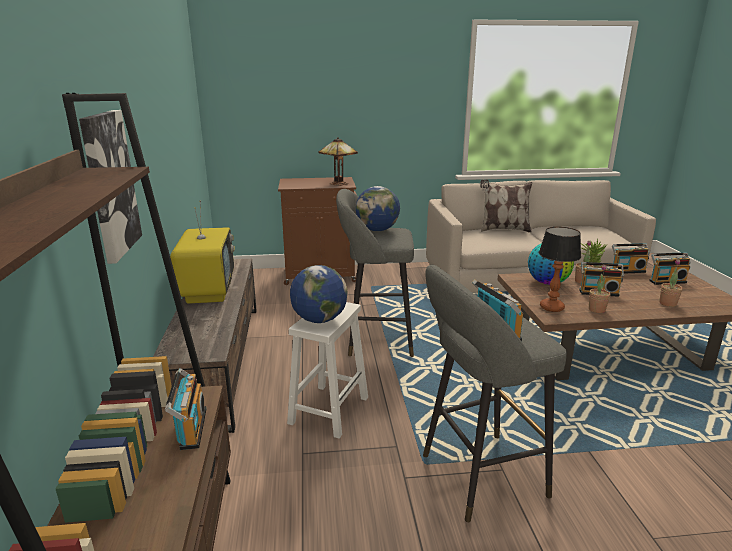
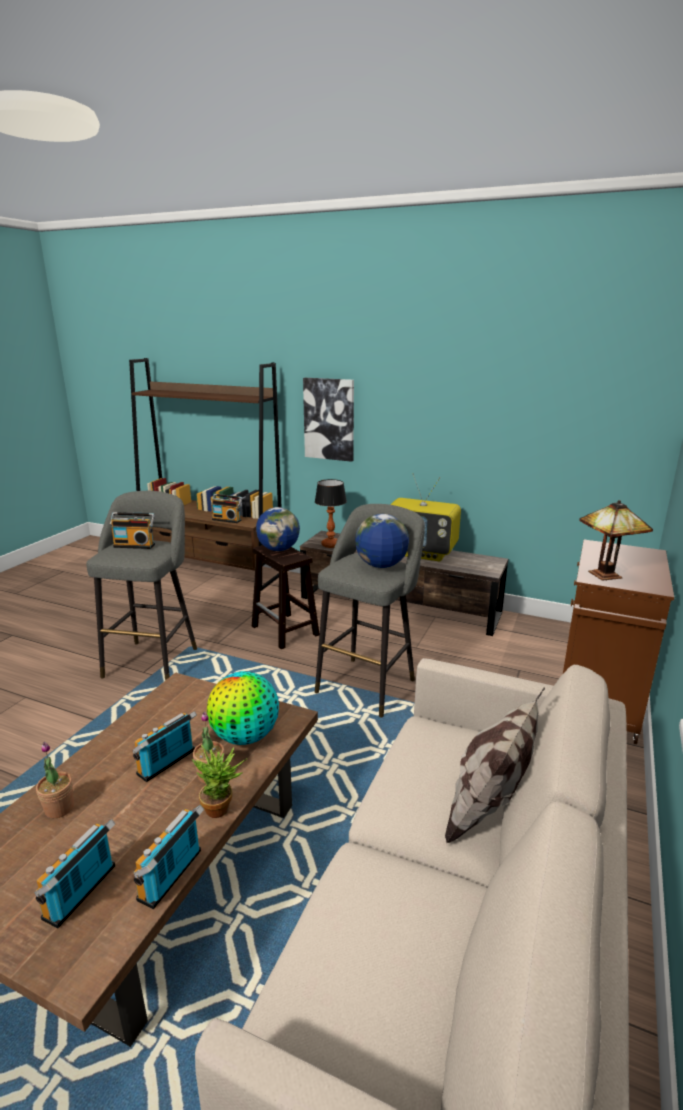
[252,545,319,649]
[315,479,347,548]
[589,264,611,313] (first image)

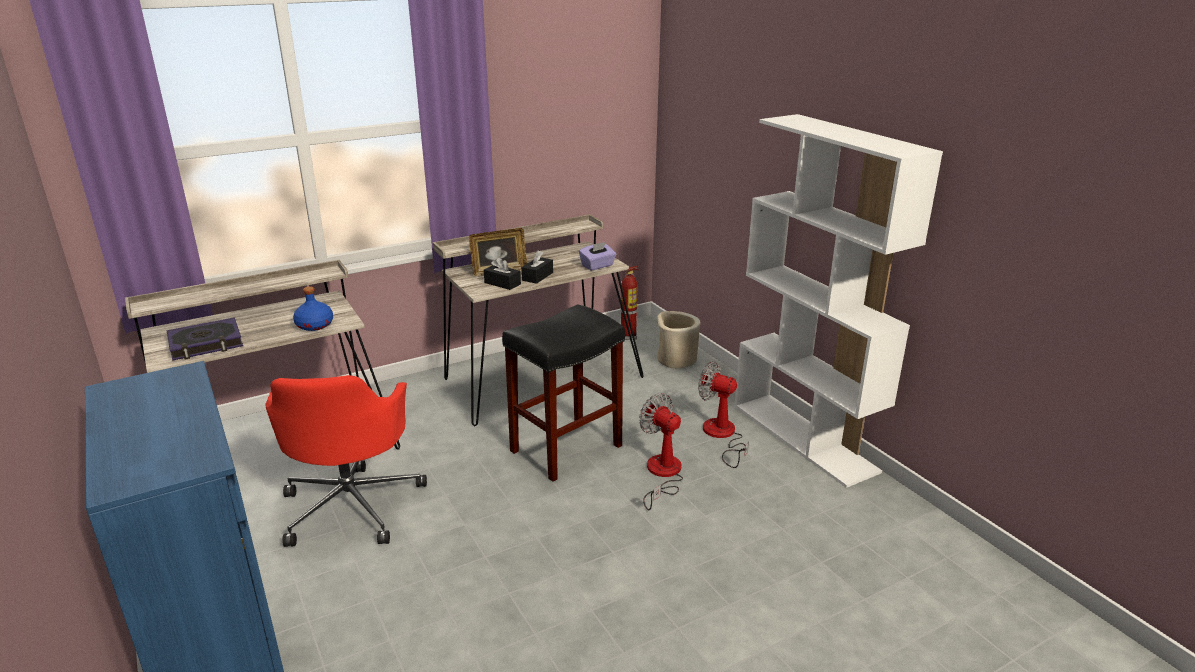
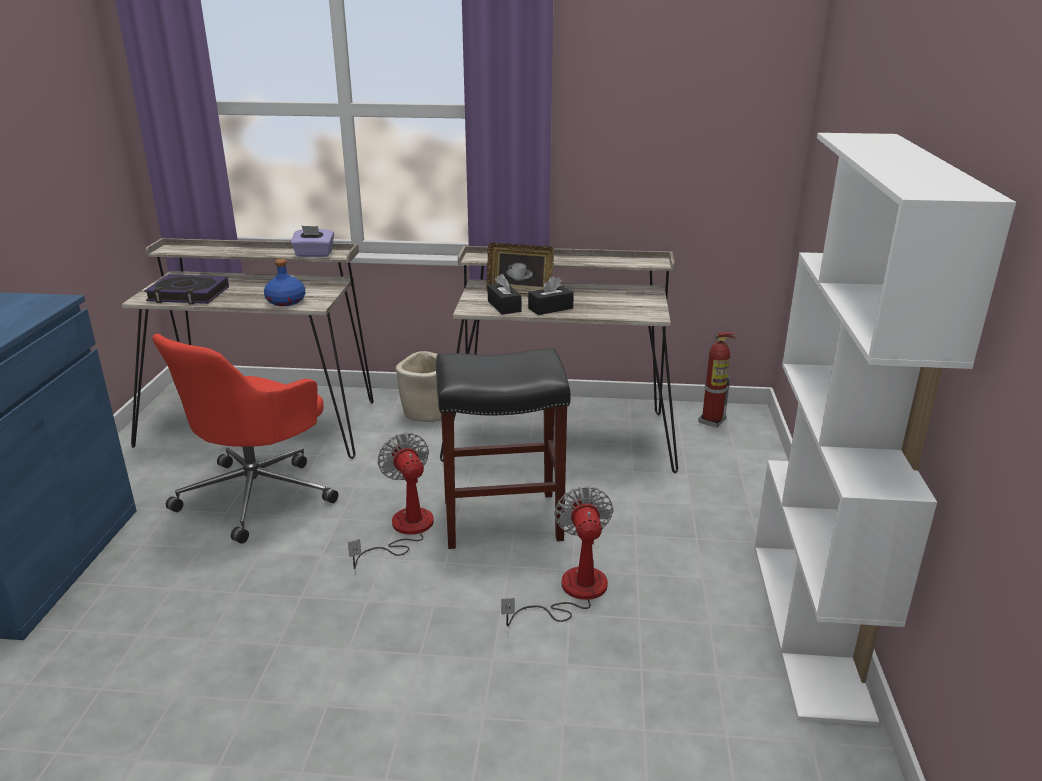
[291,226,334,257]
[348,433,434,569]
[396,351,441,422]

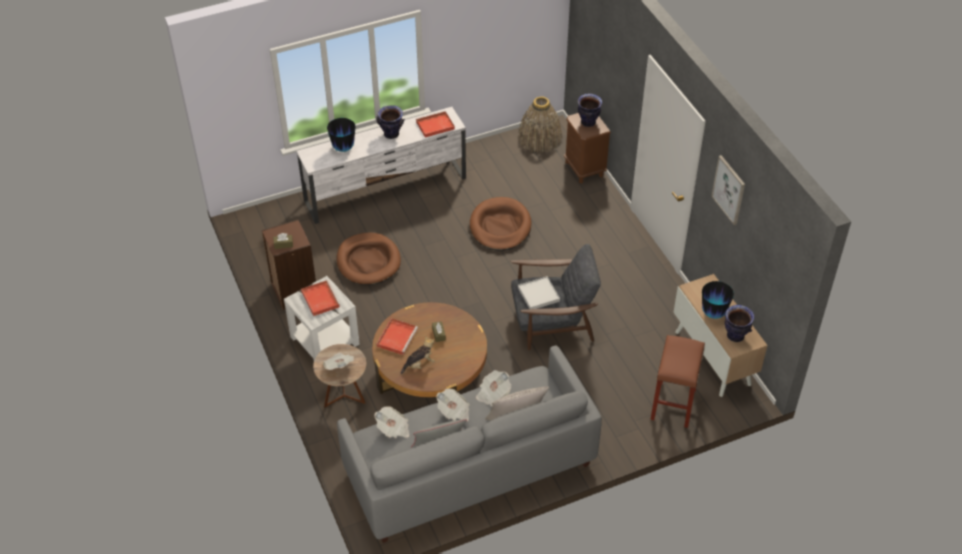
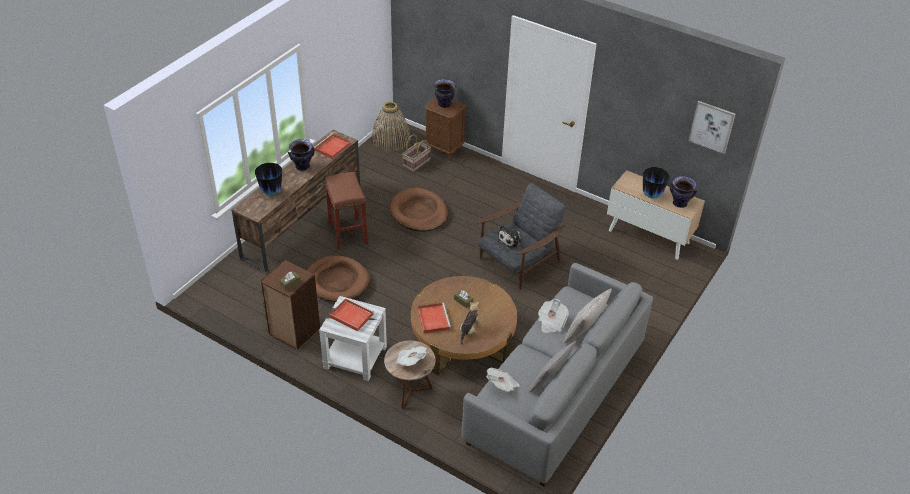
[231,130,360,273]
[325,172,368,250]
[402,134,431,172]
[497,225,522,248]
[689,101,735,154]
[436,389,470,422] (first image)

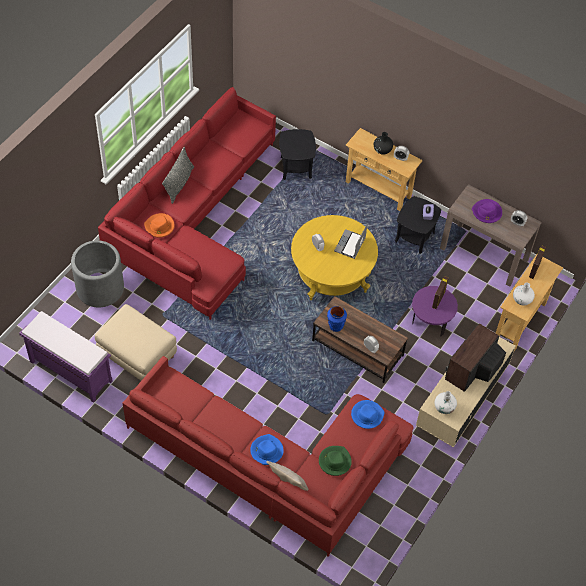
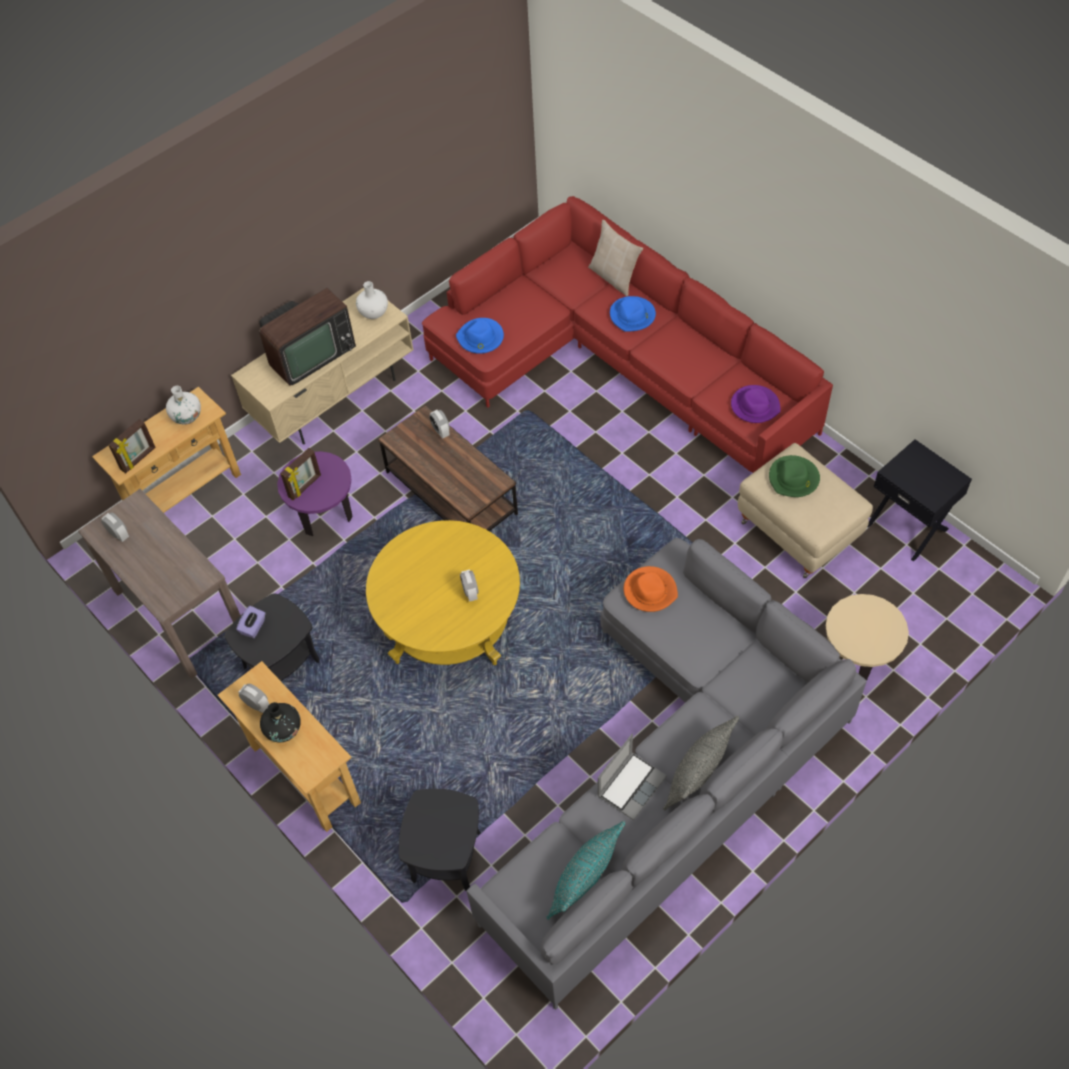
[466,538,867,1010]
[546,821,625,920]
[597,734,667,820]
[624,566,678,612]
[731,385,781,423]
[769,455,820,497]
[826,594,909,680]
[868,439,972,562]
[327,306,347,332] (first image)

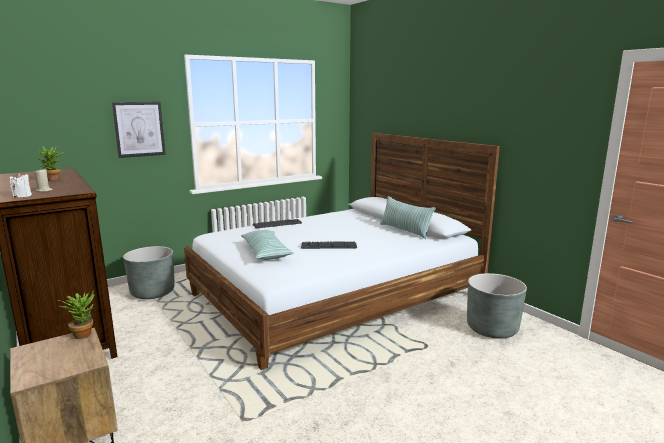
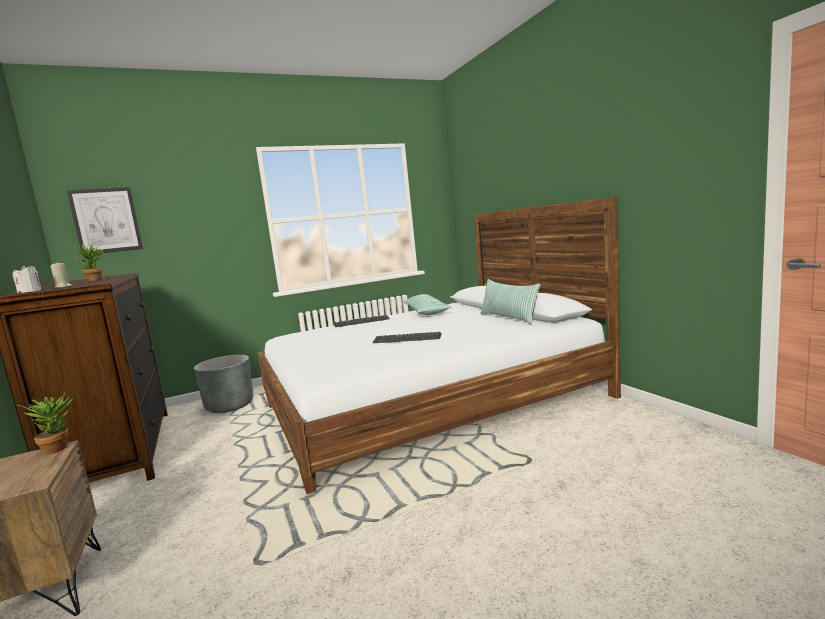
[67,187,143,254]
[403,294,452,315]
[467,273,527,339] (first image)

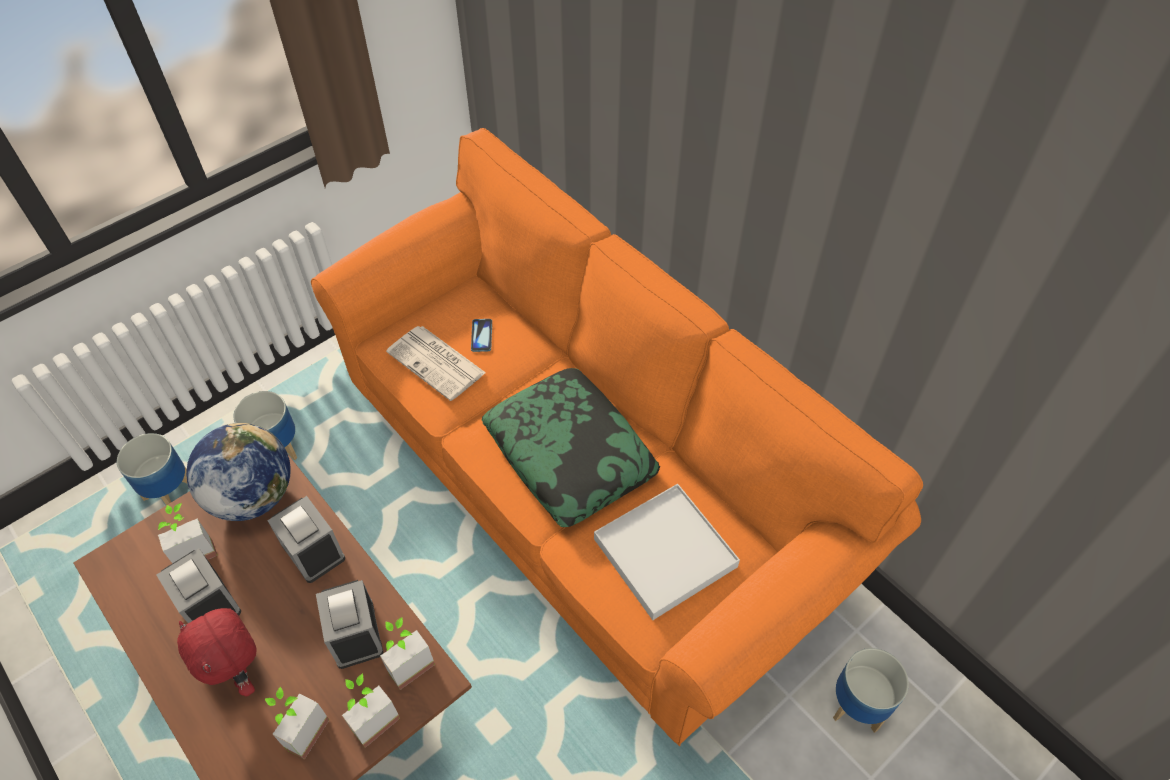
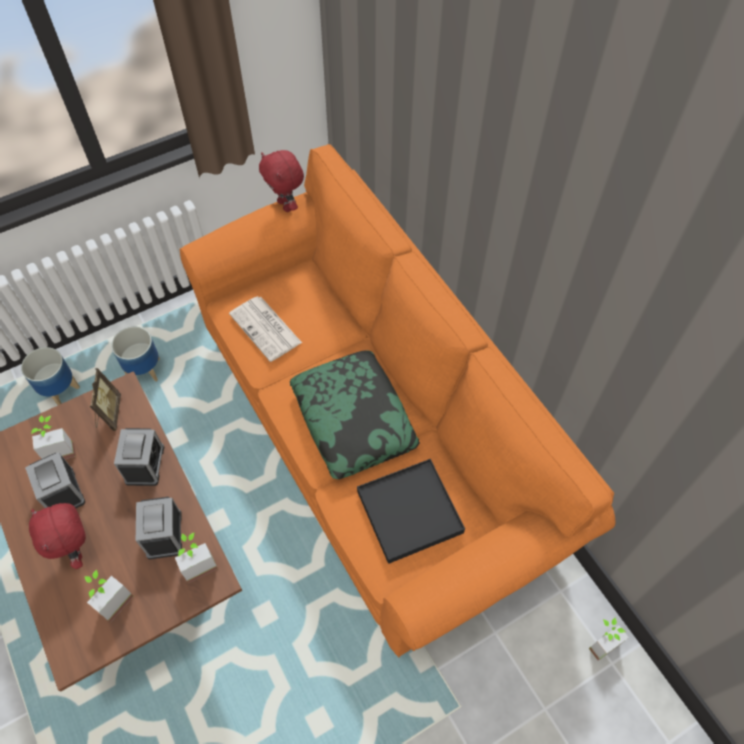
[89,368,121,431]
[114,428,164,486]
[259,150,304,212]
[357,459,465,564]
[589,618,629,661]
[471,319,492,352] (first image)
[833,648,909,733] (first image)

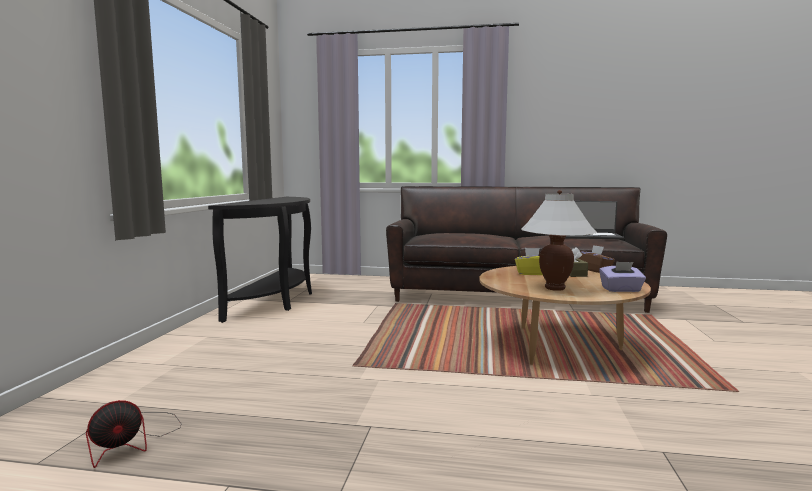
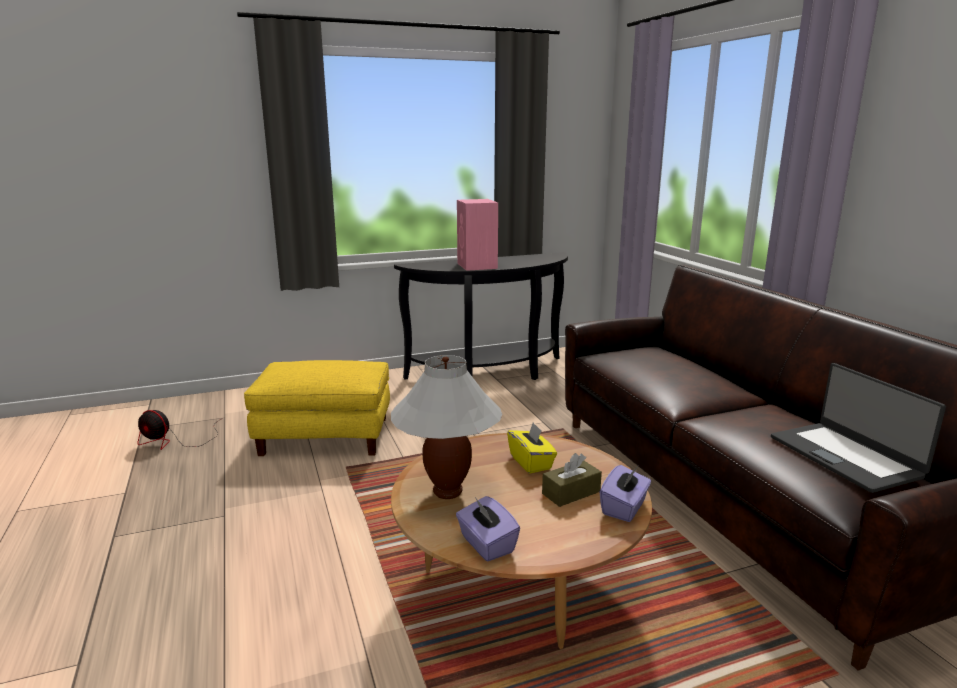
[244,360,390,456]
[457,199,498,271]
[600,465,651,522]

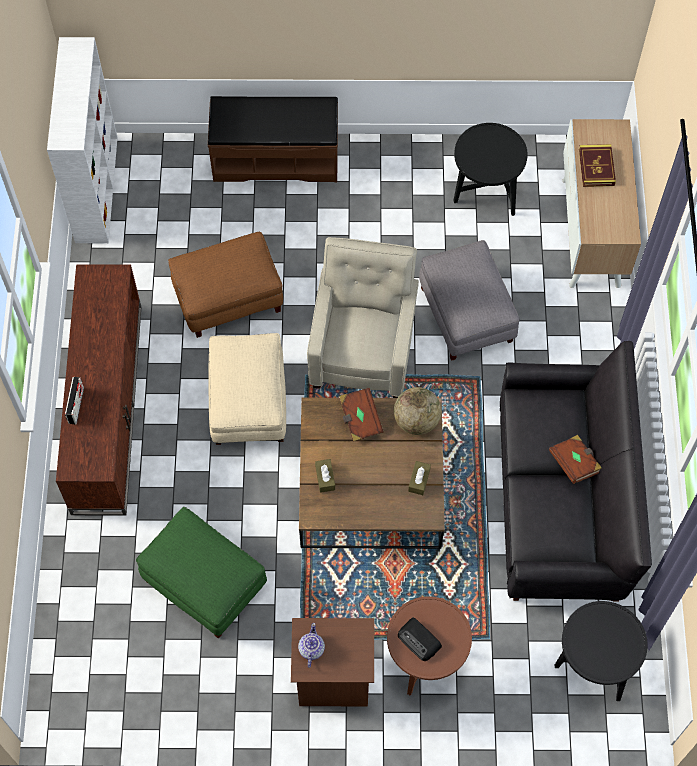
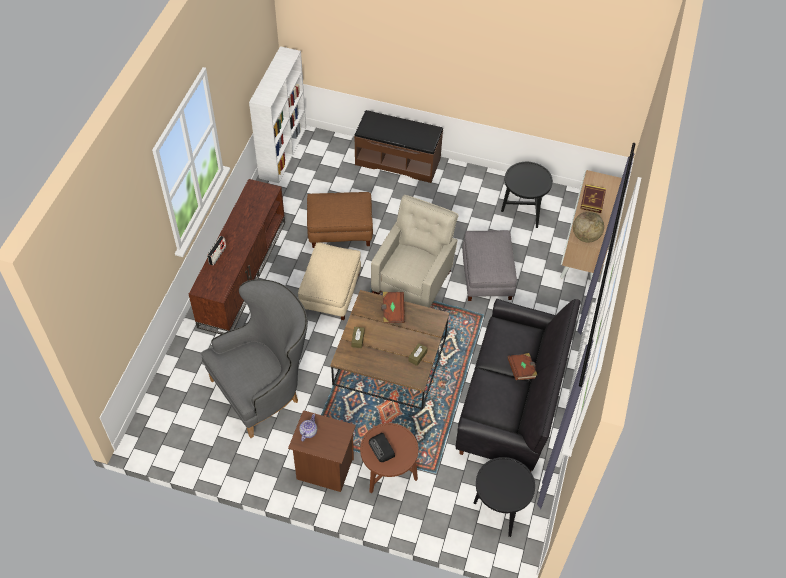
[200,279,308,438]
[573,212,604,243]

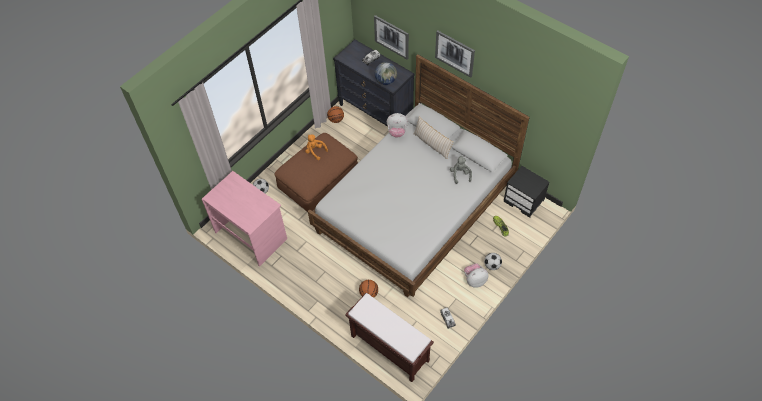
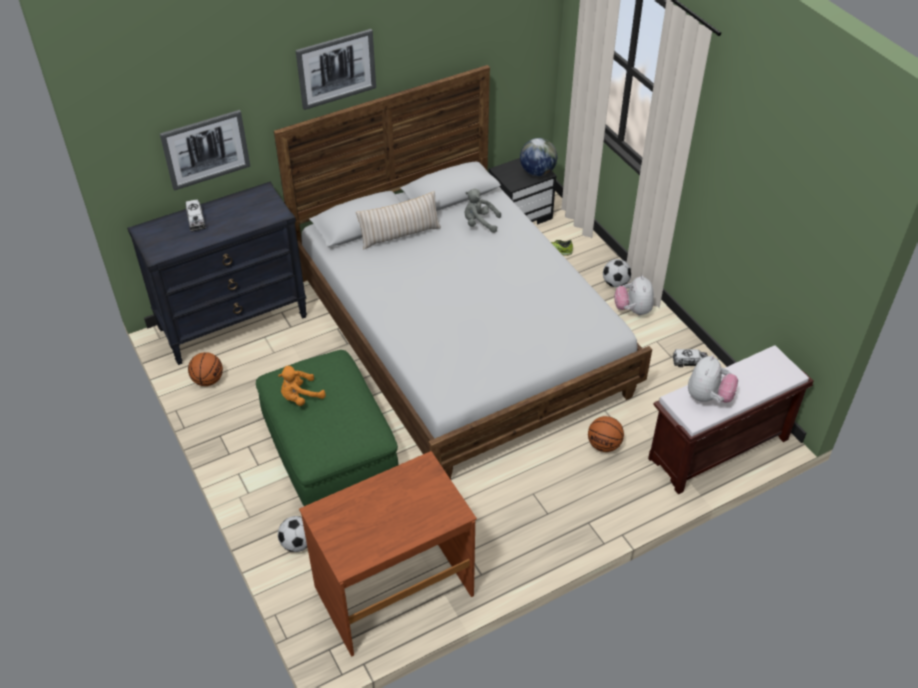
[256,350,399,506]
[299,451,477,656]
[520,138,557,176]
[688,355,738,403]

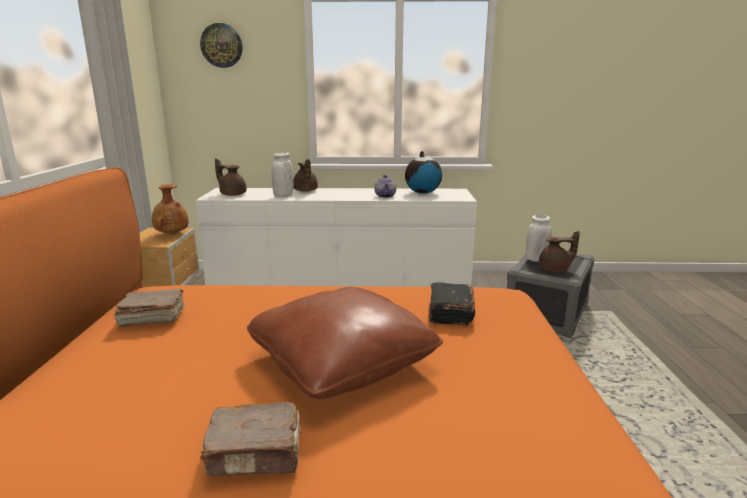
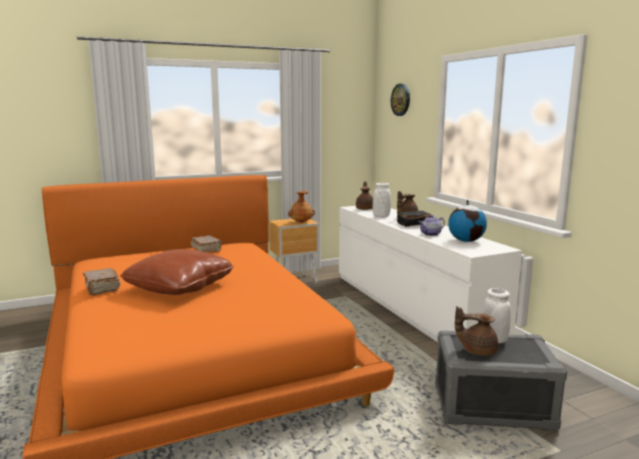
[397,211,432,227]
[455,306,498,356]

